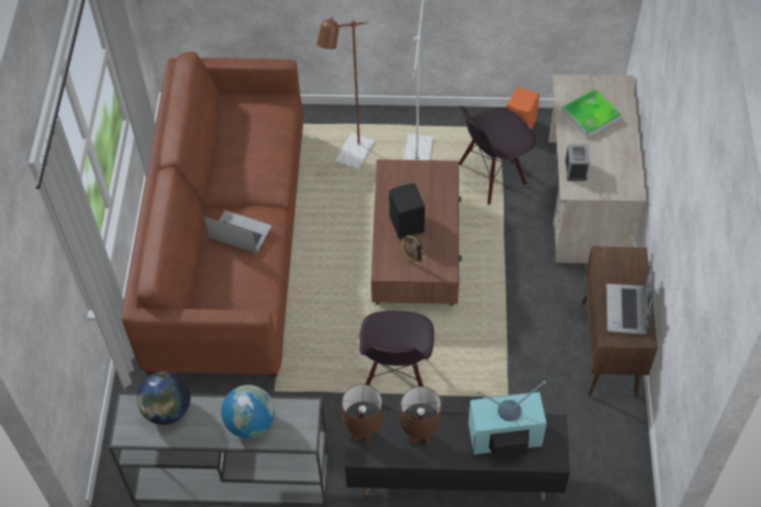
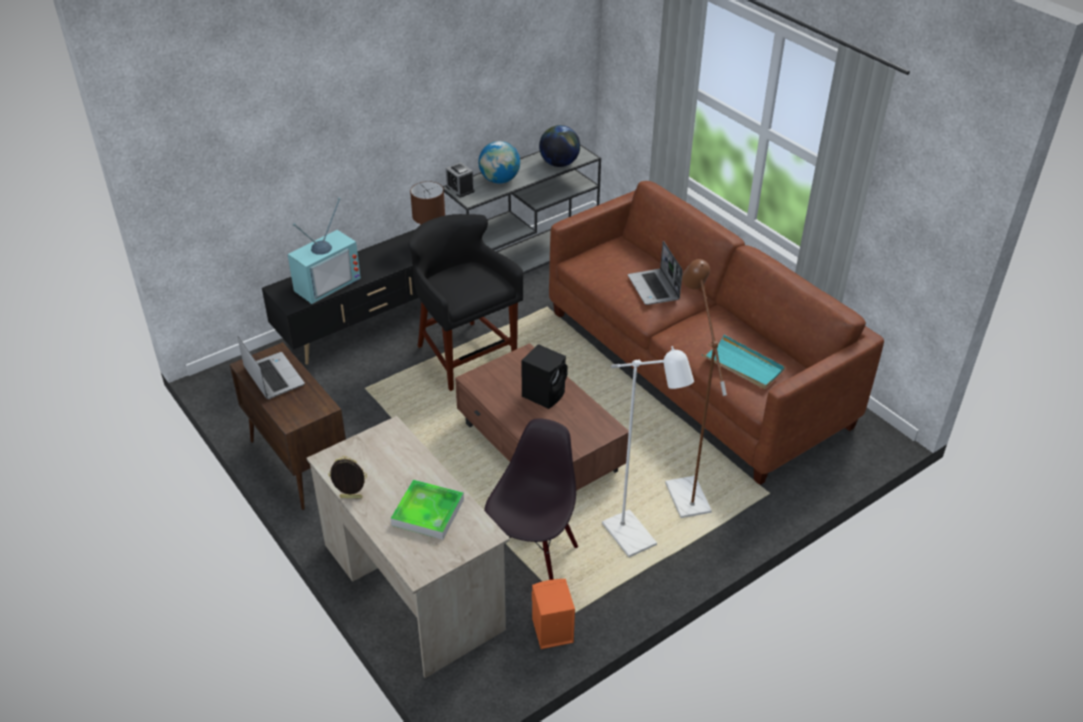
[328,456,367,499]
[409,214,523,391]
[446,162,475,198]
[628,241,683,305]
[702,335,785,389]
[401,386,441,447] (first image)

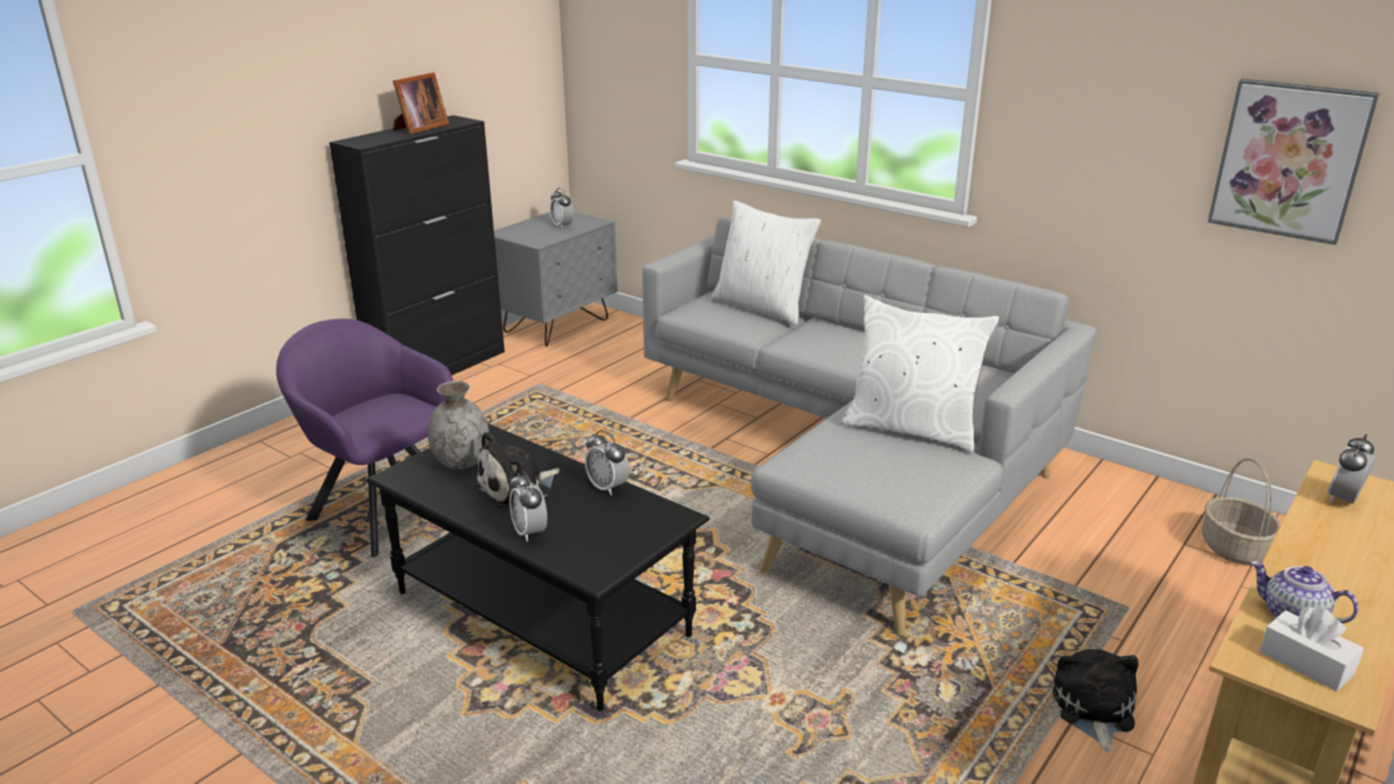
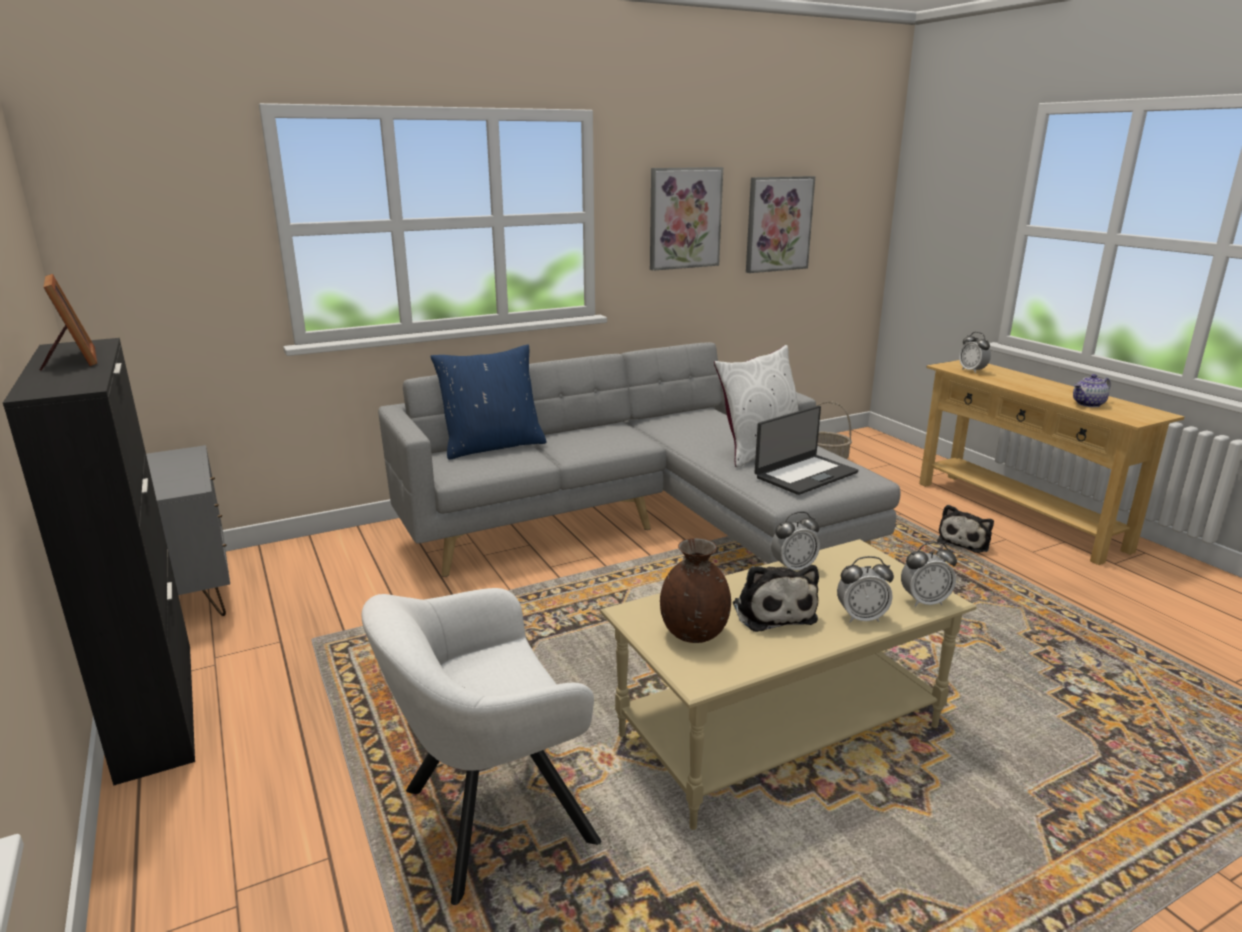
[362,588,601,905]
[430,345,546,460]
[600,539,977,830]
[650,167,723,271]
[660,538,731,643]
[754,406,858,495]
[901,542,957,607]
[937,505,994,553]
[1259,607,1364,691] (first image)

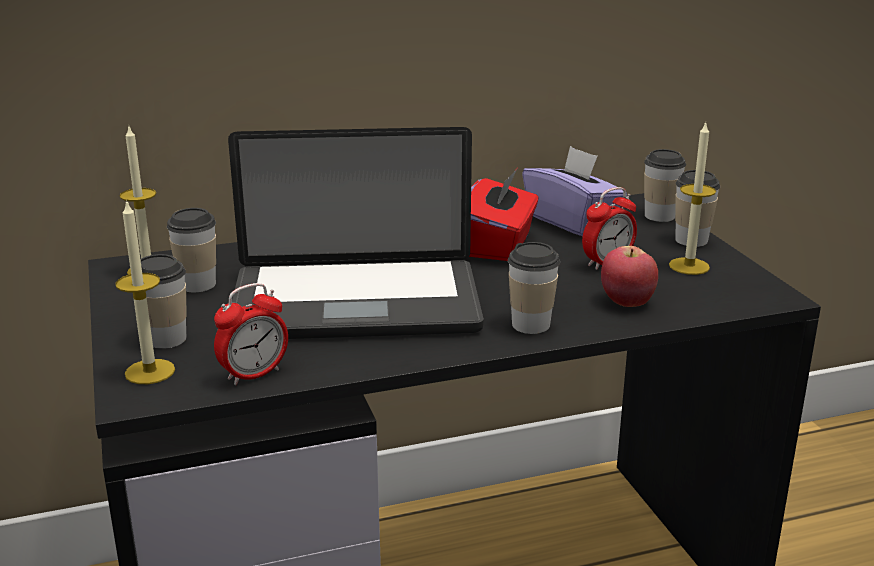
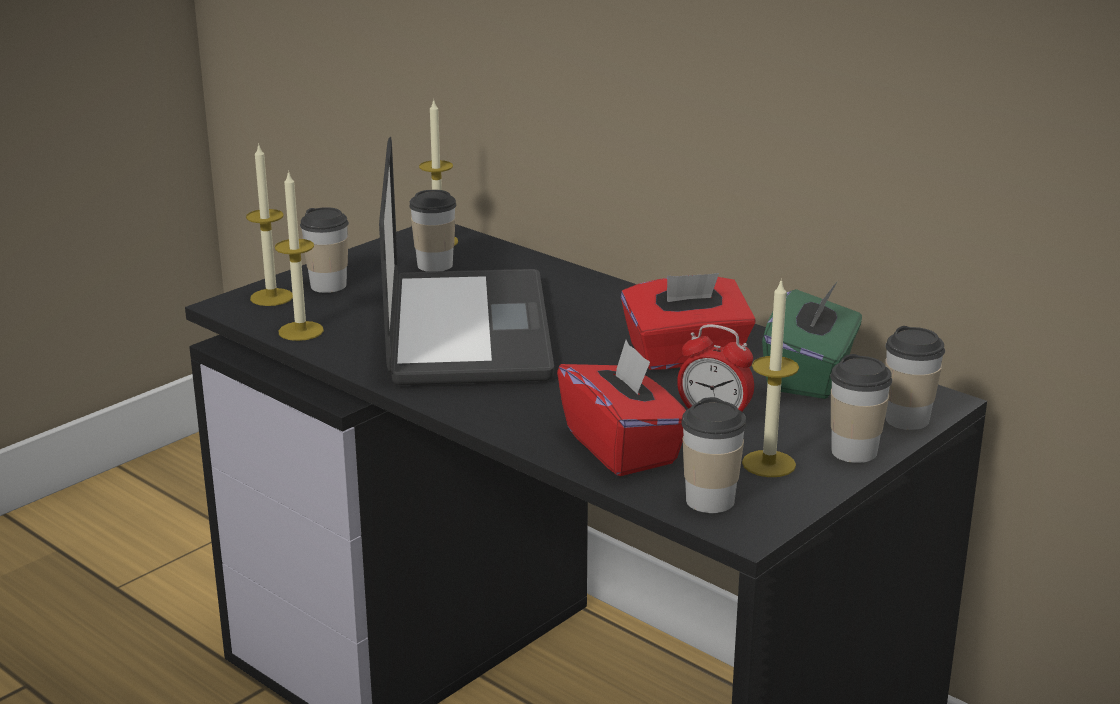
[275,170,324,341]
[379,137,554,385]
[557,340,686,476]
[681,397,746,513]
[762,281,862,399]

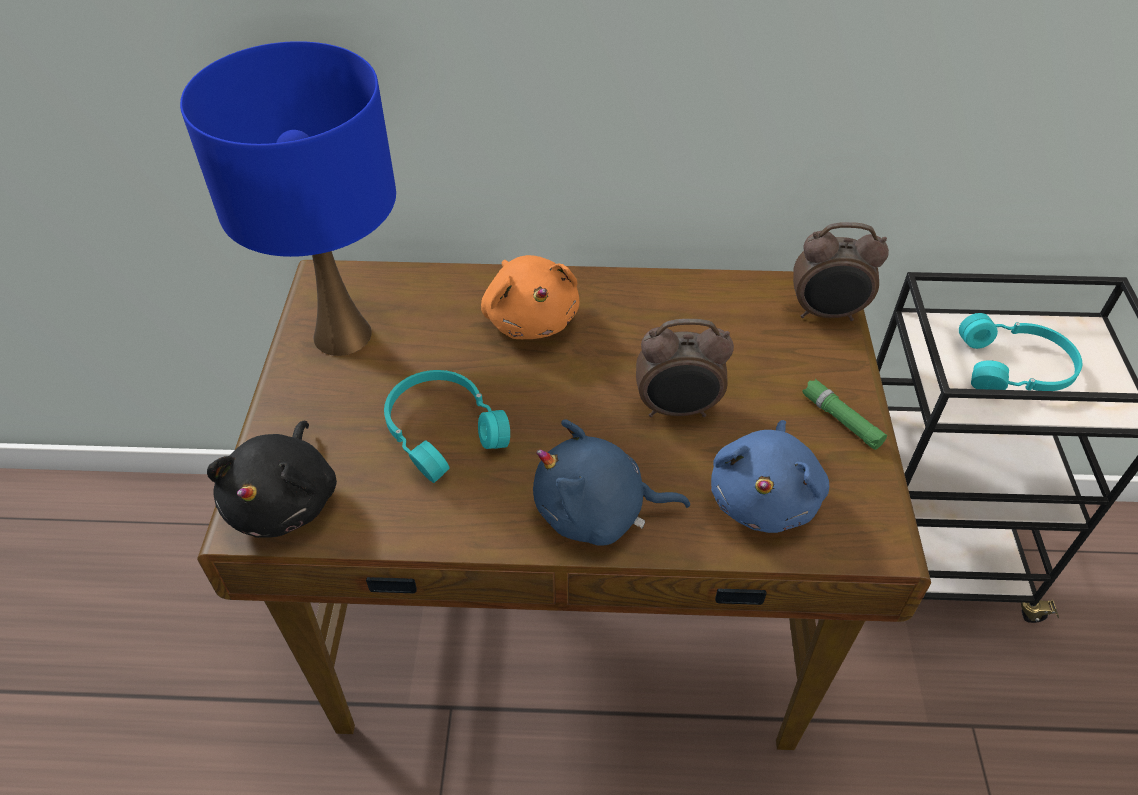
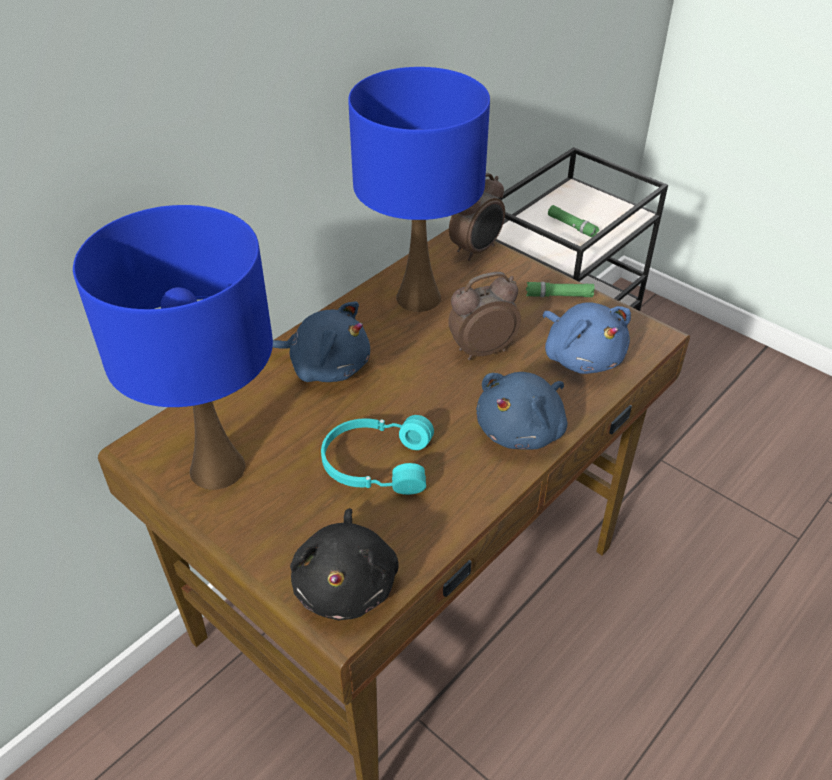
[272,301,370,382]
[290,508,399,620]
[348,67,490,312]
[448,272,521,360]
[548,205,600,238]

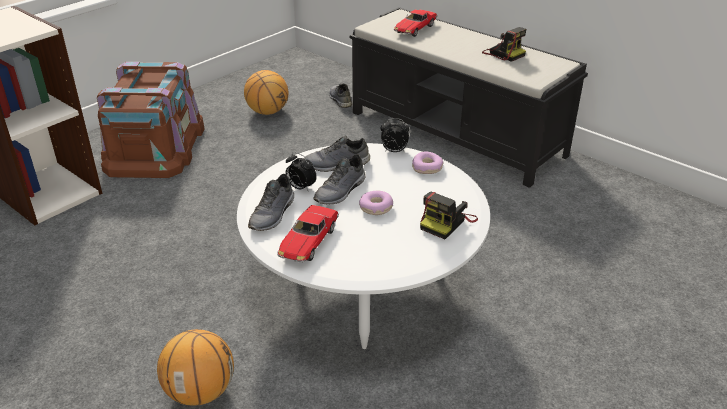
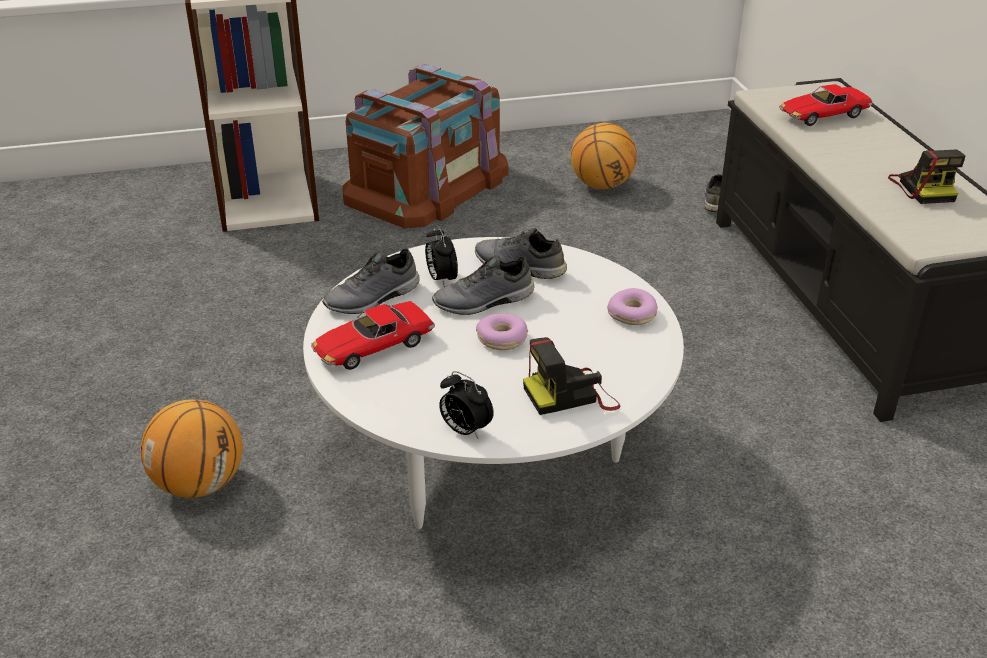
[439,371,494,439]

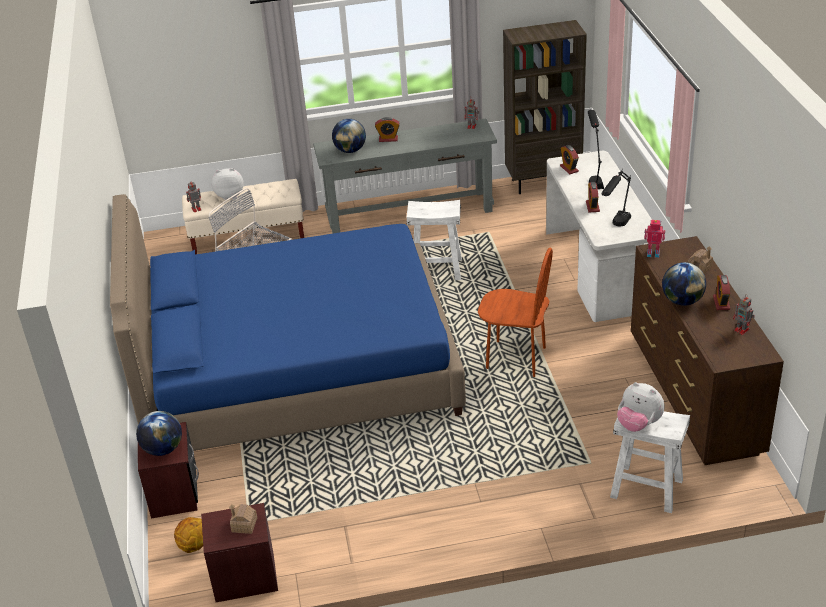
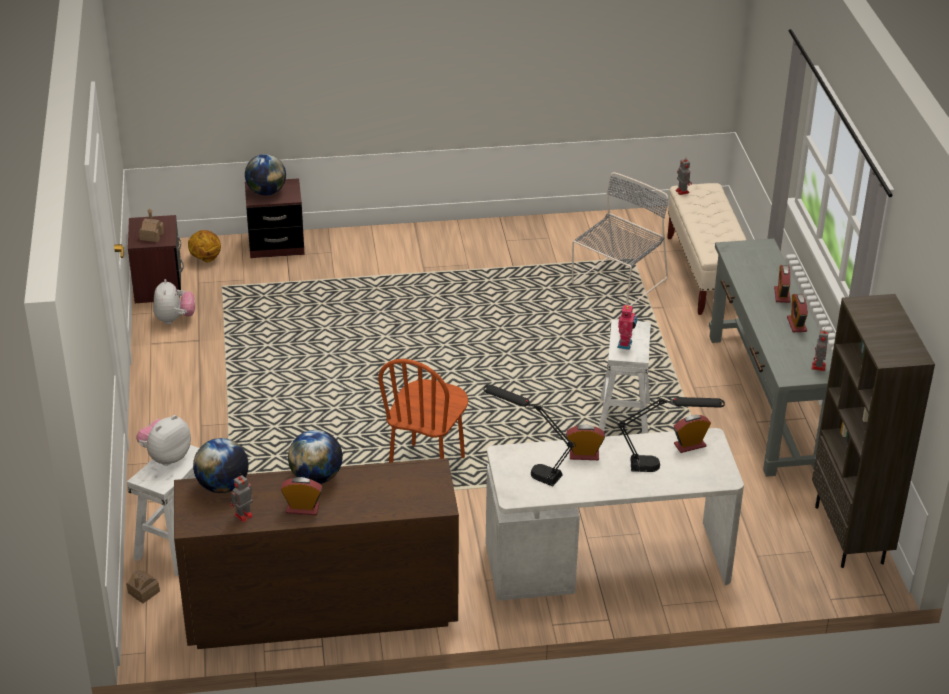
[126,570,160,603]
[153,279,195,324]
[193,438,249,493]
[617,304,637,350]
[787,294,808,332]
[110,194,466,451] (first image)

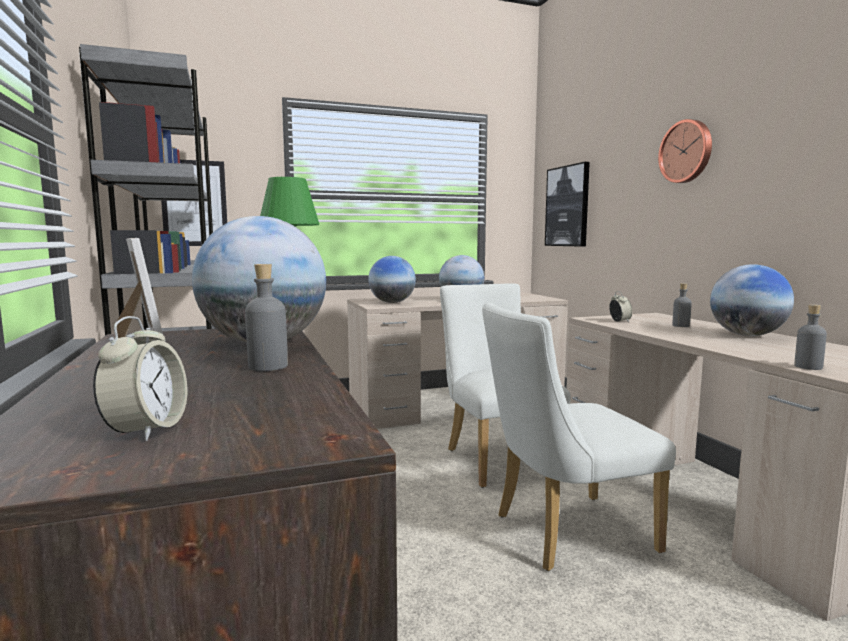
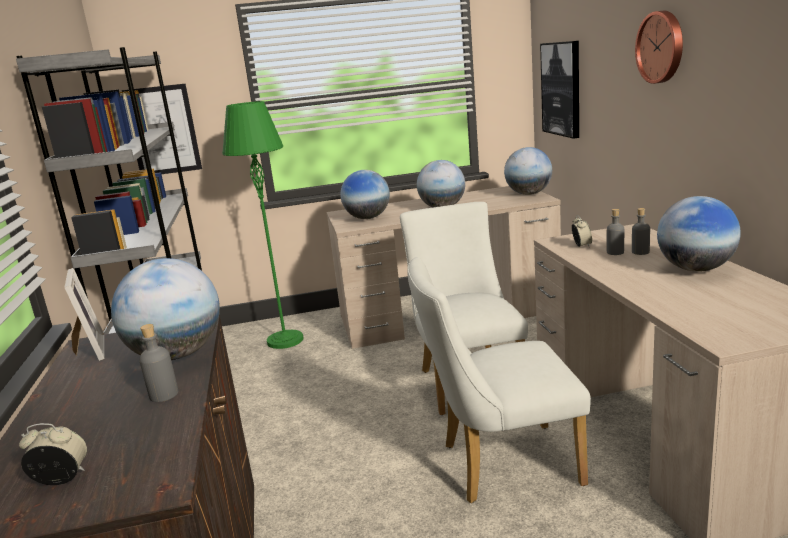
[19,423,87,485]
[504,147,552,195]
[607,209,624,255]

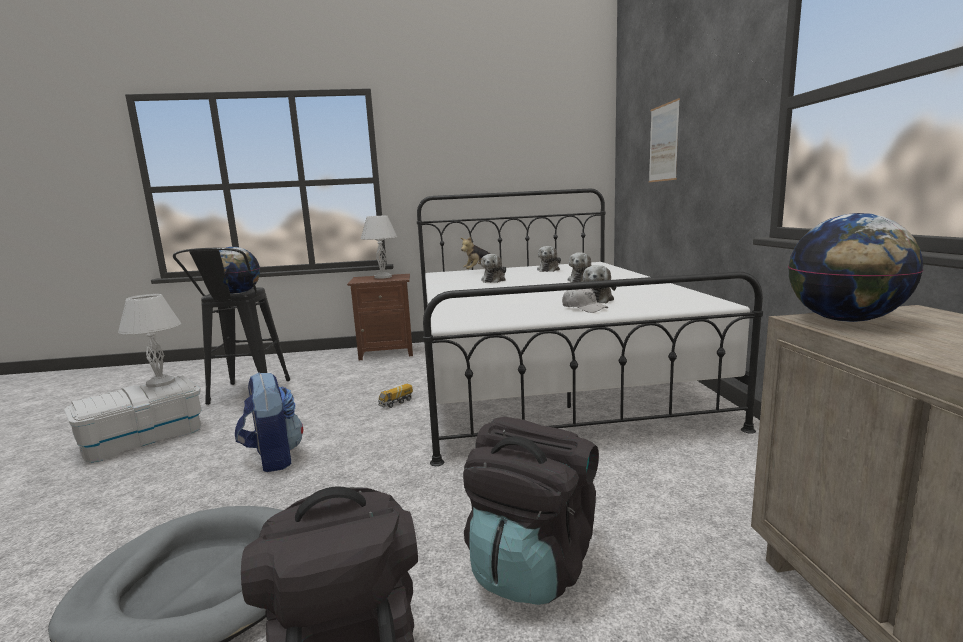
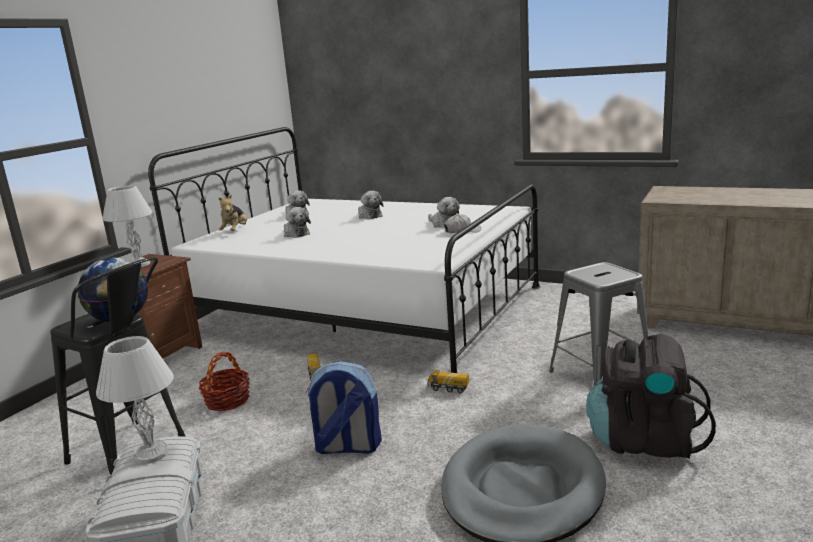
[199,352,250,411]
[427,370,469,394]
[549,262,648,385]
[649,98,680,182] (first image)
[788,213,923,322] (first image)

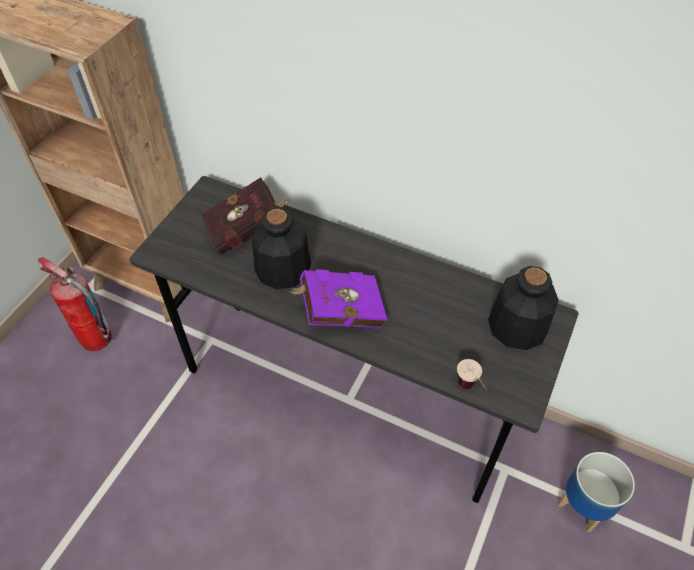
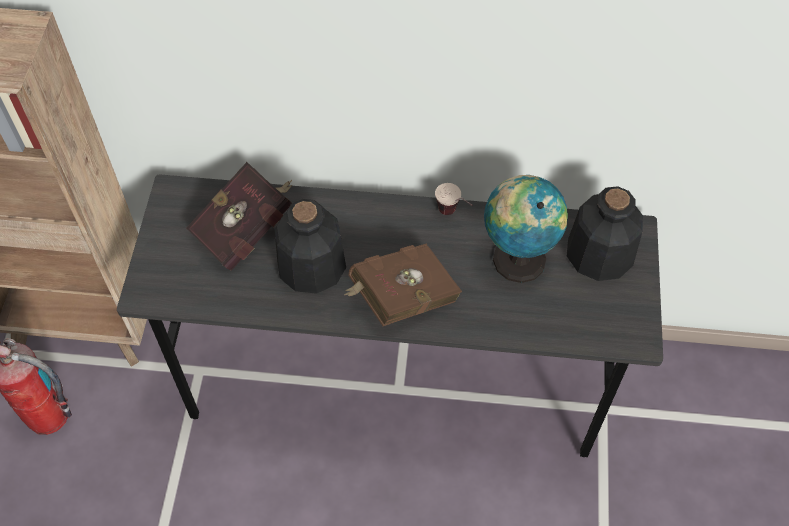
[344,244,462,326]
[435,183,472,215]
[484,175,568,283]
[558,452,635,532] (first image)

